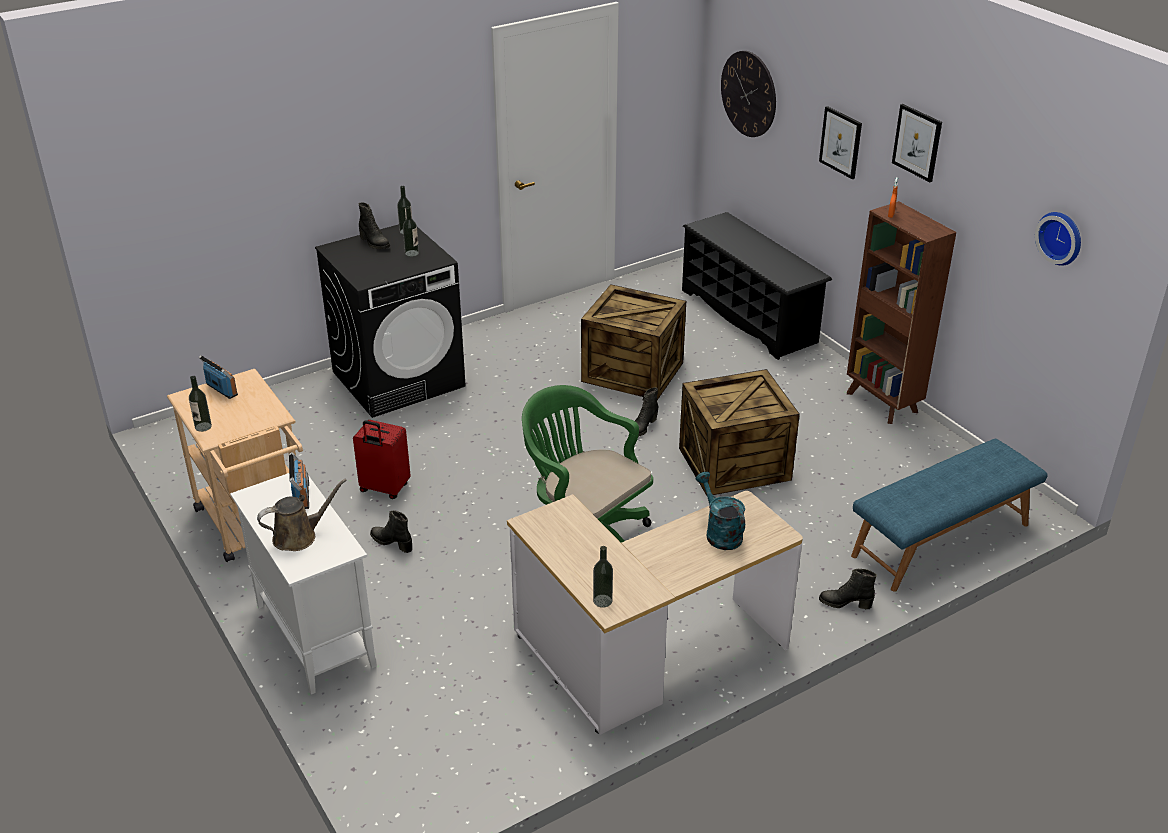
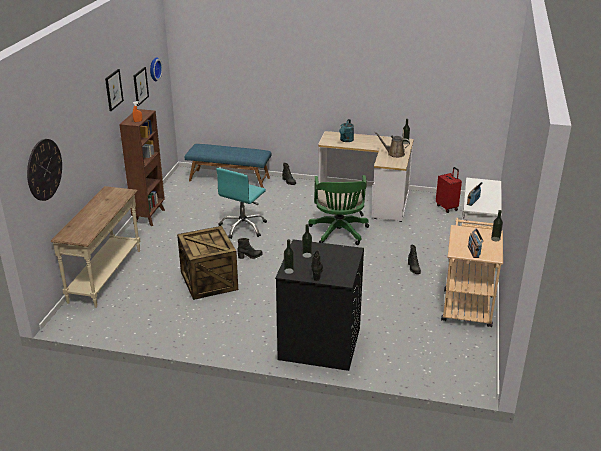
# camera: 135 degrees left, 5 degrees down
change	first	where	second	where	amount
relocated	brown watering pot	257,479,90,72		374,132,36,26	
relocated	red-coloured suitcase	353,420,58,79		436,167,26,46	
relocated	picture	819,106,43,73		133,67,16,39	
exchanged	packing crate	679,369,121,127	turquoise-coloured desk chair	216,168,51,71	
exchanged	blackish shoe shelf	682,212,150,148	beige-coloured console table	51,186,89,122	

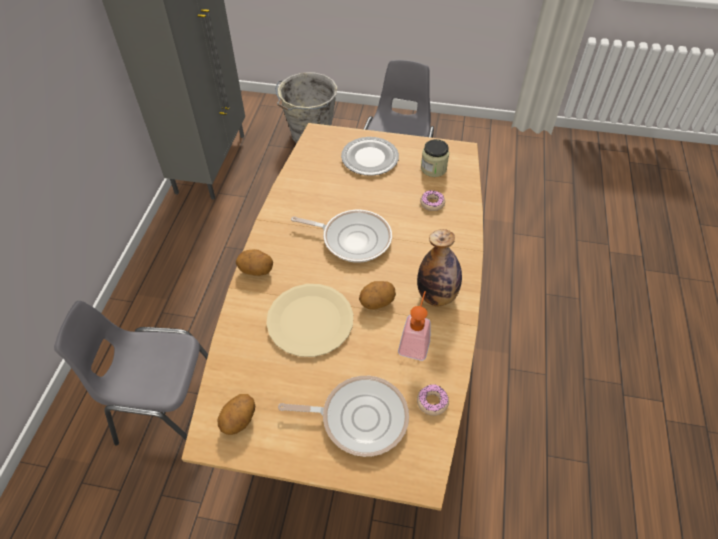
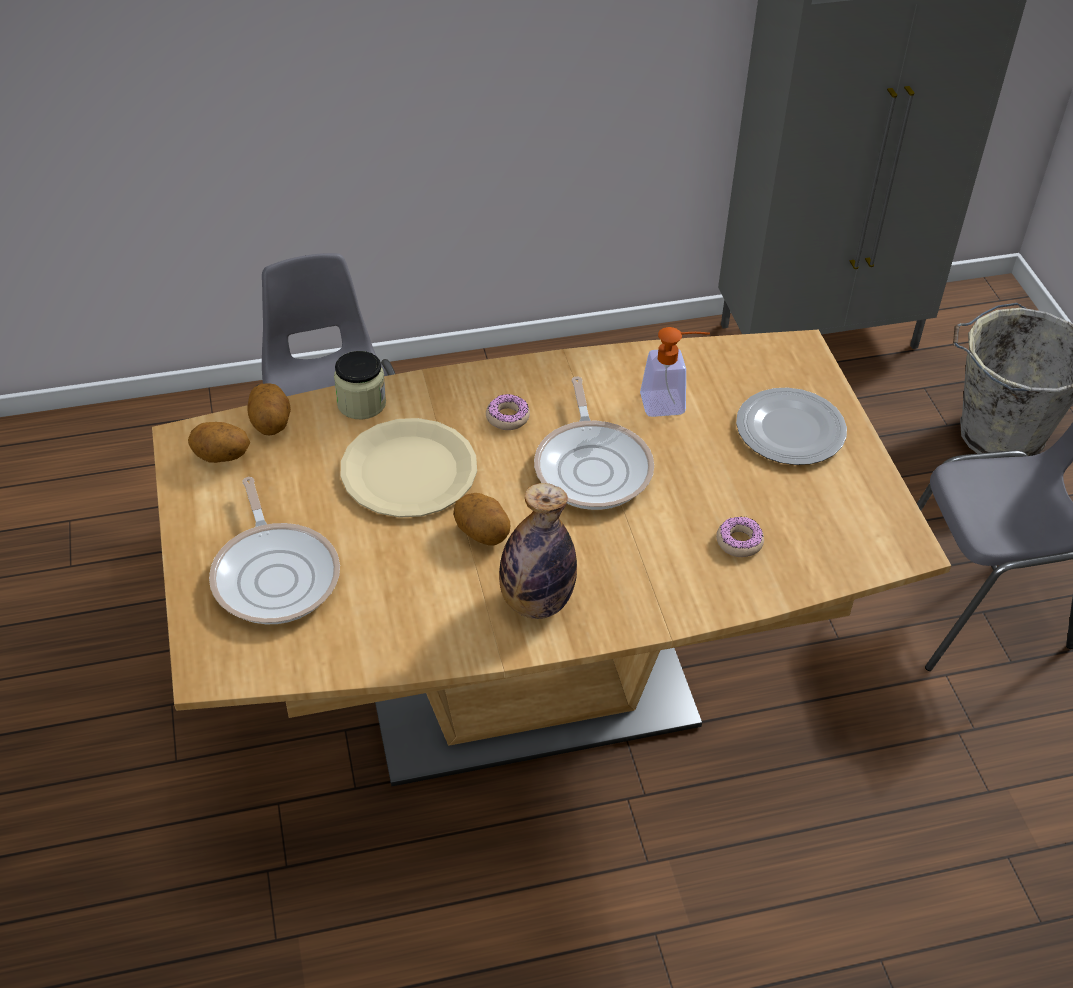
# camera: 65 degrees right, 5 degrees down
change	first	where	second	where	amount
relocated	potato	236,249,37,27		247,383,44,52	
relocated	soap dispenser	398,291,33,70		640,327,70,90	
relocated	ring doughnut	417,384,32,32		486,394,44,36	
relocated	preserve jar	421,139,28,38		334,351,52,69	

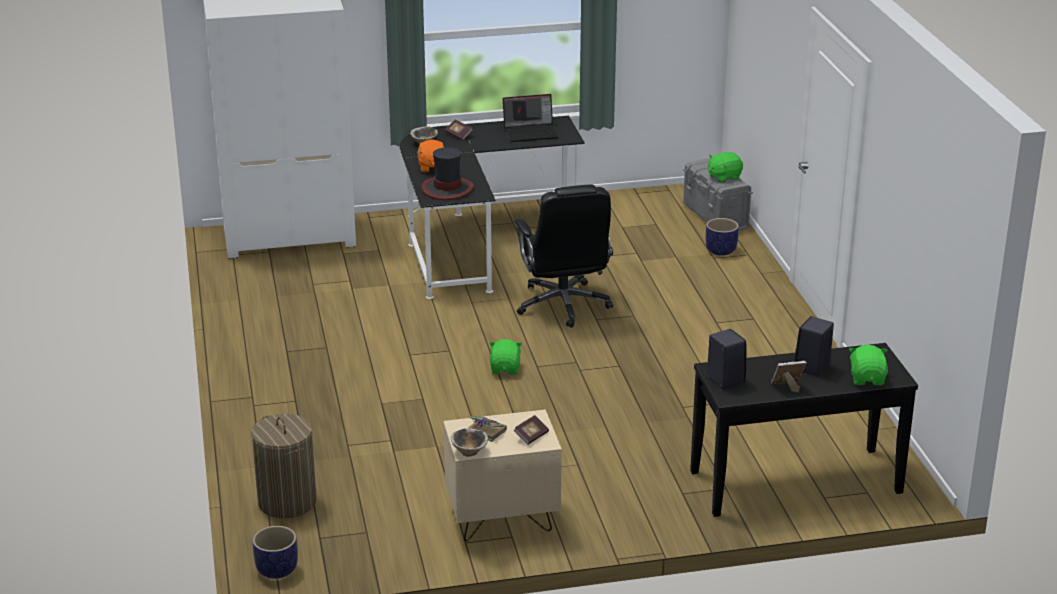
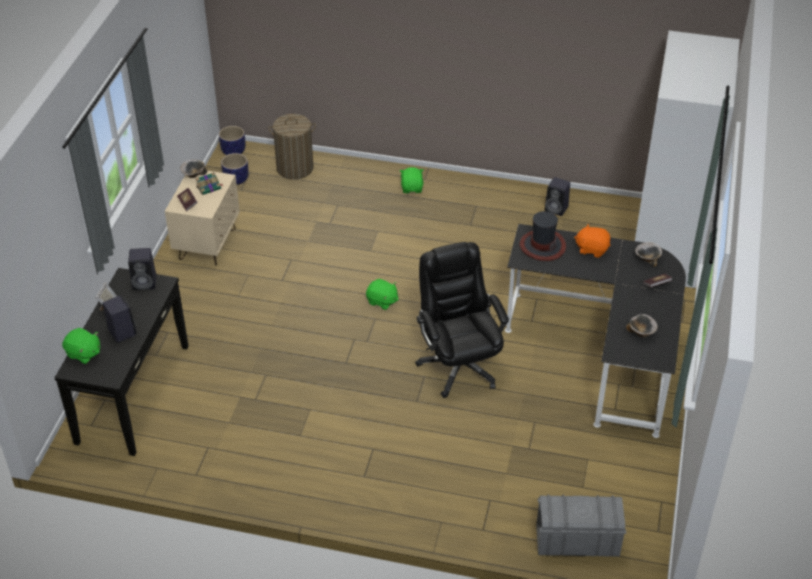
# camera: 115 degrees right, 15 degrees up
change	first	where	second	where	amount
appeared			blackish speaker	545,177,25,39	
relocated	plant pot	706,218,33,38		221,153,27,32	
relocated	green cuddly toy	708,152,35,31		400,167,24,26	
exchanged	portable computer	503,94,56,48	deep dish	626,314,32,23	
spun	blackish desk chair	514,184,99,144		415,242,94,156	60 degrees clockwise

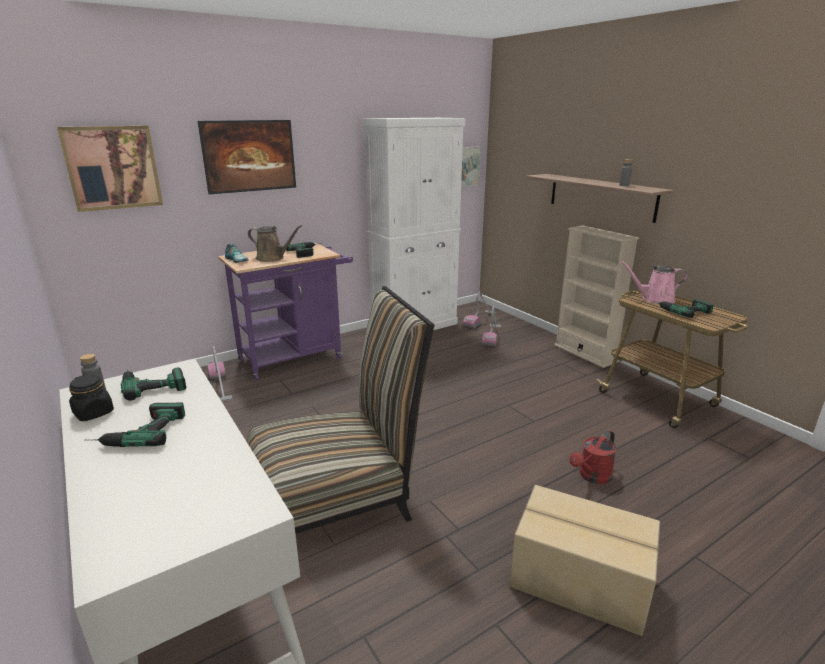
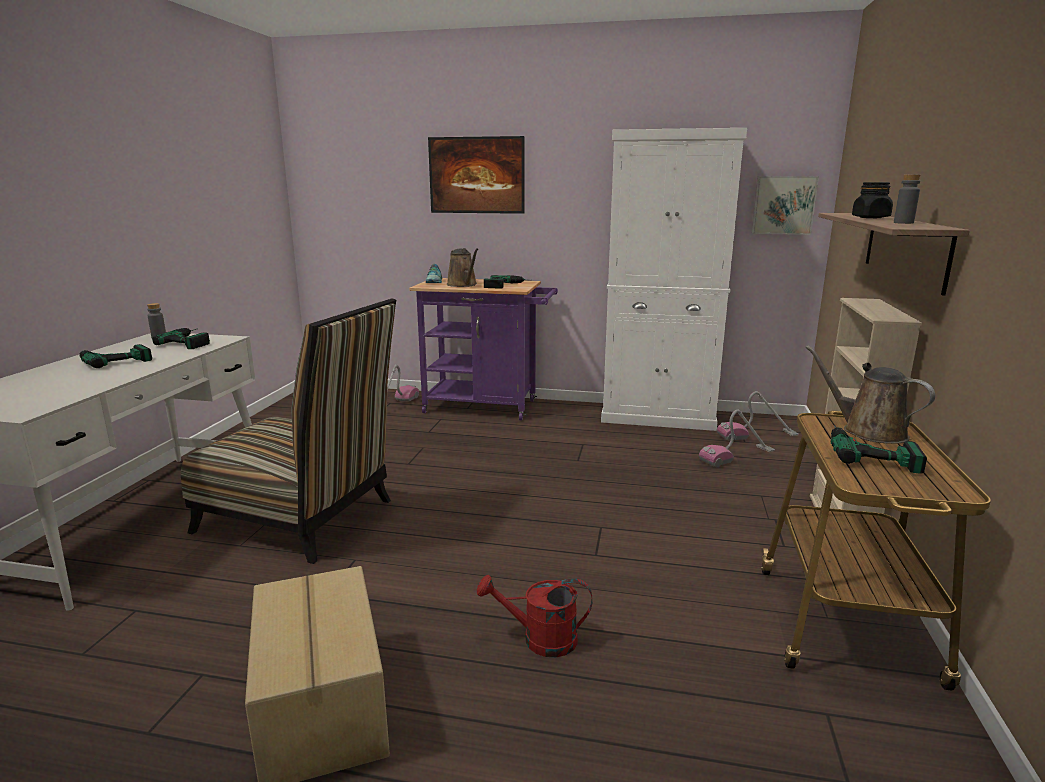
# camera: 45 degrees right, 5 degrees down
change	first	where	second	where	amount
missing	picture	57,126,106,86			
relocated	blackish preserve jar	69,375,45,46		852,182,41,36	
colour	pink-coloured watering pot	620,261,68,43	brown watering pot	805,345,130,99	

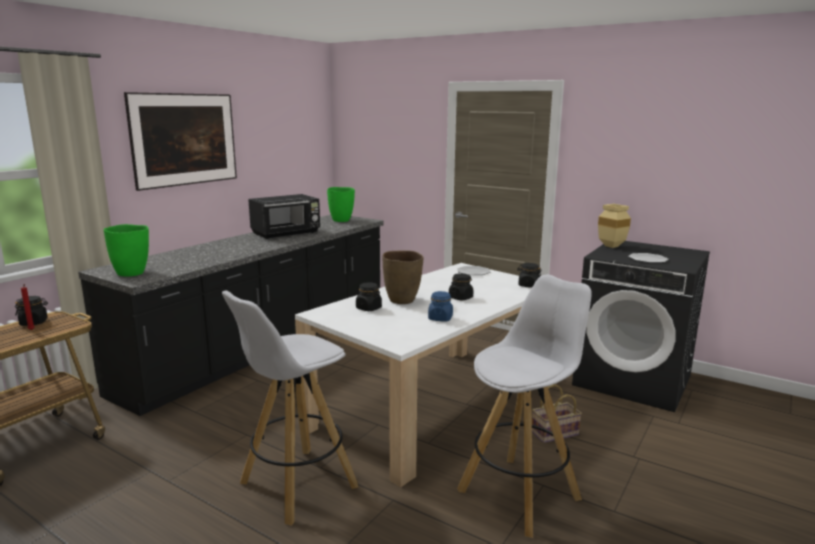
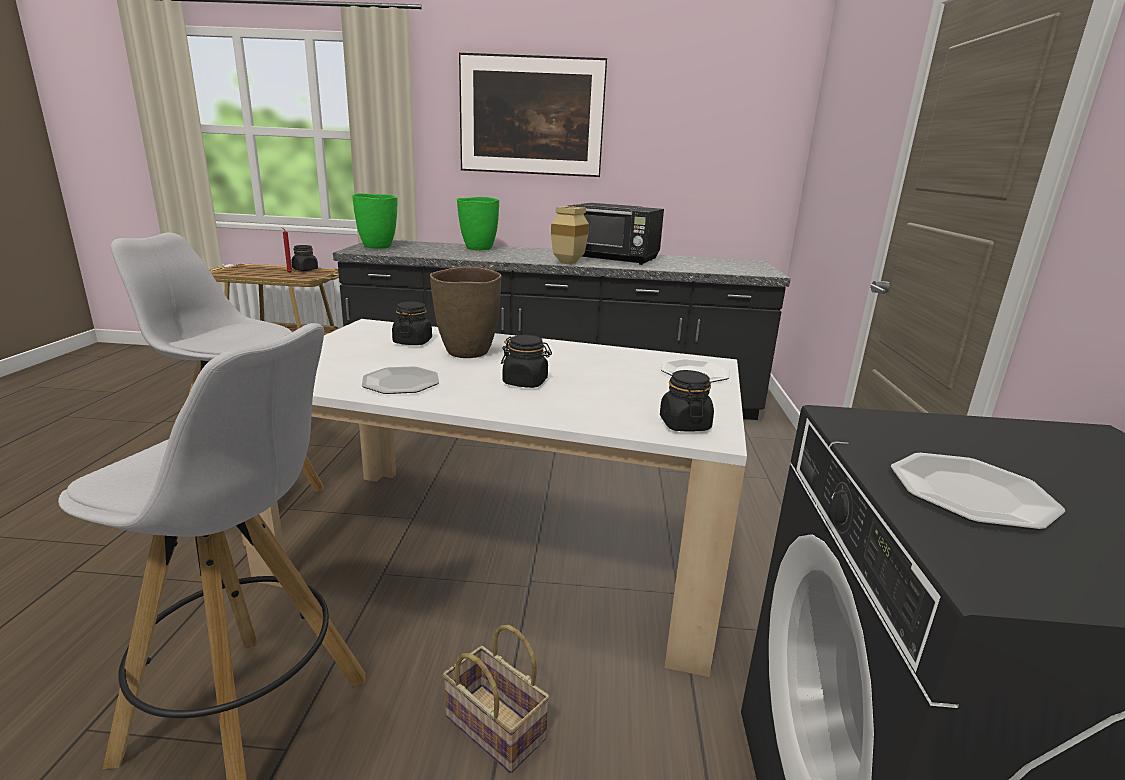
# camera: 60 degrees right, 5 degrees up
change	first	where	second	where	amount
relocated	green flower vase	327,187,28,35		457,197,42,53	
relocated	beige-coloured flower vase	598,204,33,44		551,206,38,58	
exchanged	blue preserve jar	428,291,25,30	plate	362,366,77,28	

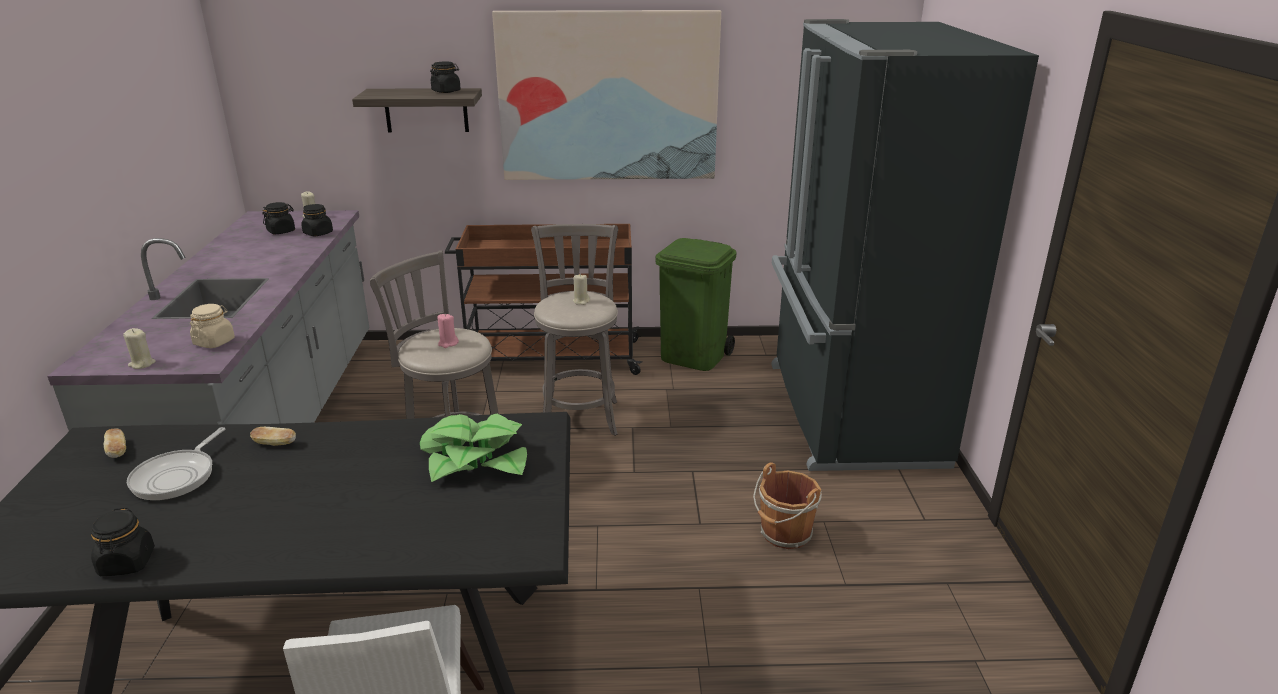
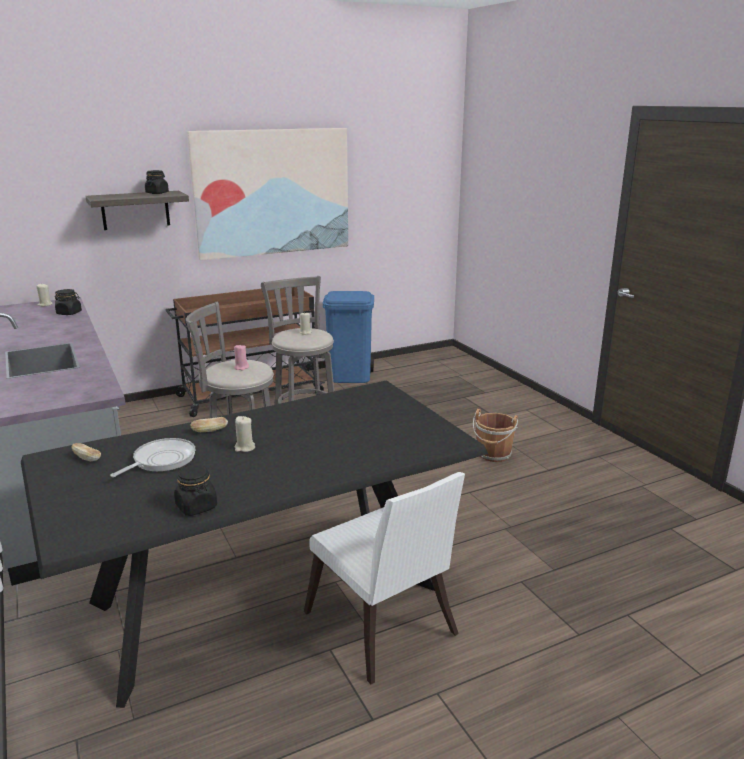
# camera: 25 degrees left, 5 degrees down
change	first	where	second	where	amount
missing	beige-coloured preserve jar	190,304,45,44			
missing	blackish preserve jar	262,202,33,32			
missing	plant in a pot	420,414,107,68			
missing	blackish refrigerator	771,19,268,452			
relocated	beige-coloured candle	123,328,33,41		234,416,21,36	
colour	green waste bin	655,238,82,133	blue waste bin	323,291,51,92	
spun	pan	127,427,98,73		110,438,86,39	135 degrees counterclockwise

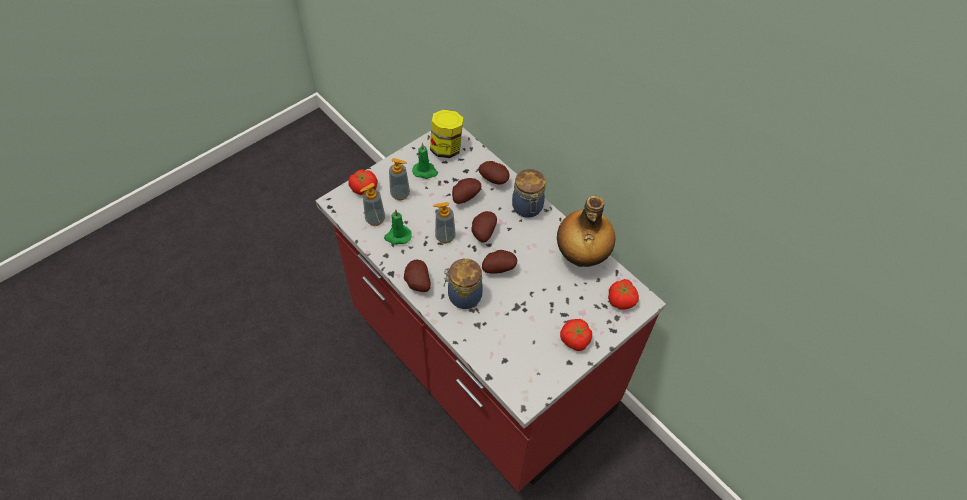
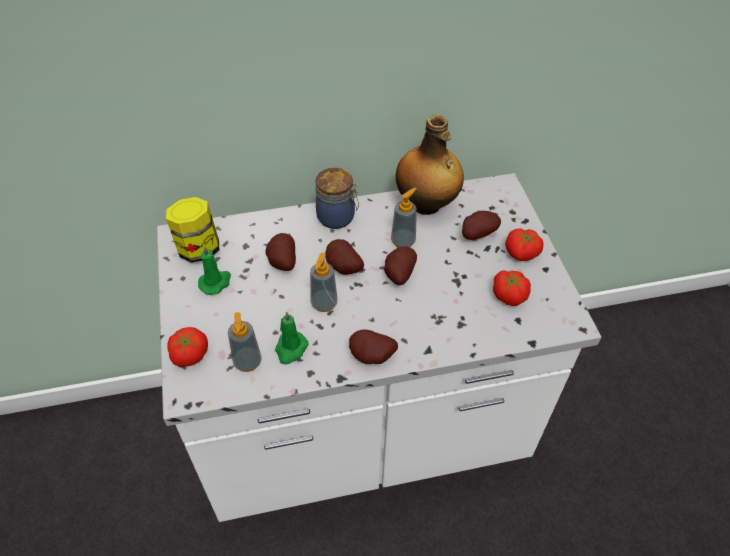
# camera: 60 degrees left, 5 degrees down
change	first	where	second	where	amount
missing	preserve jar	444,259,39,50			
relocated	soap dispenser	389,158,21,42		391,188,26,60	
relocated	potato	479,161,30,24		462,211,39,29	
relocated	whole tomato	608,279,31,31		493,270,38,36	
colour	red-coloured kitchen counter	316,127,350,365	whitish kitchen counter	157,173,444,349	

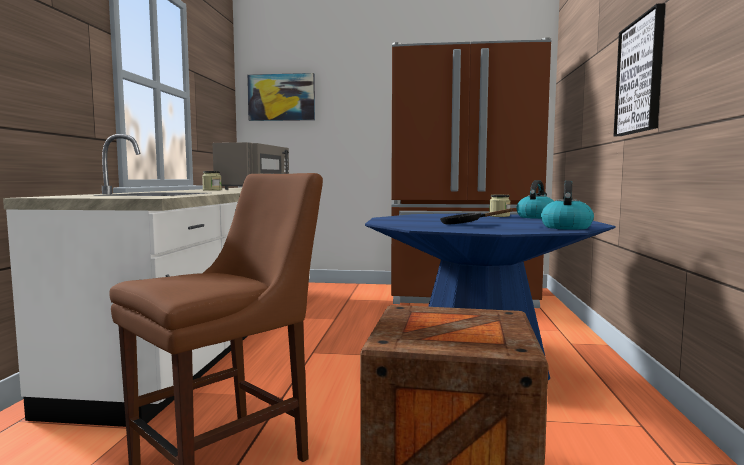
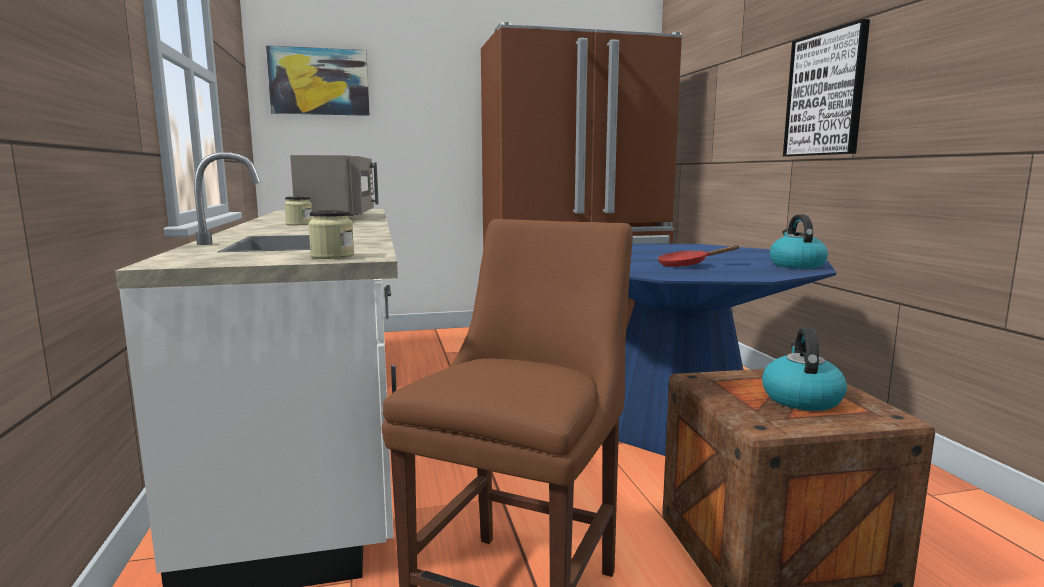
# camera: 20 degrees left, 5 degrees up
change	first	where	second	where	amount
relocated	preserve jar	489,195,21,22		308,210,46,49	
relocated	water kettle	516,180,38,39		762,327,85,84	
colour	blackish pan	440,208,73,16	red-coloured pan	657,245,82,22	

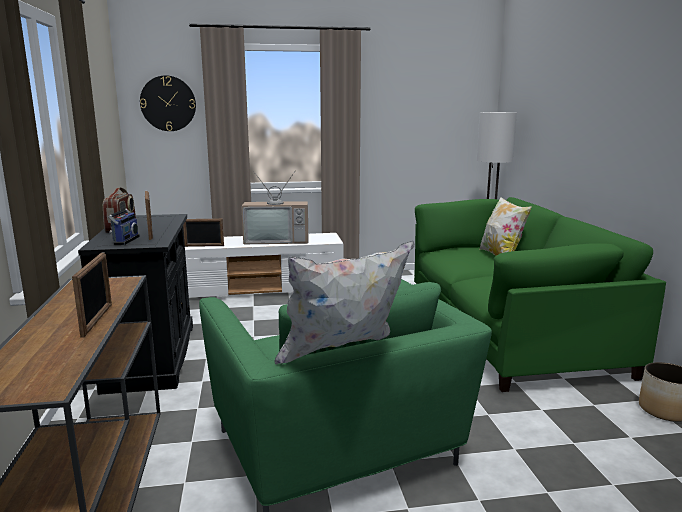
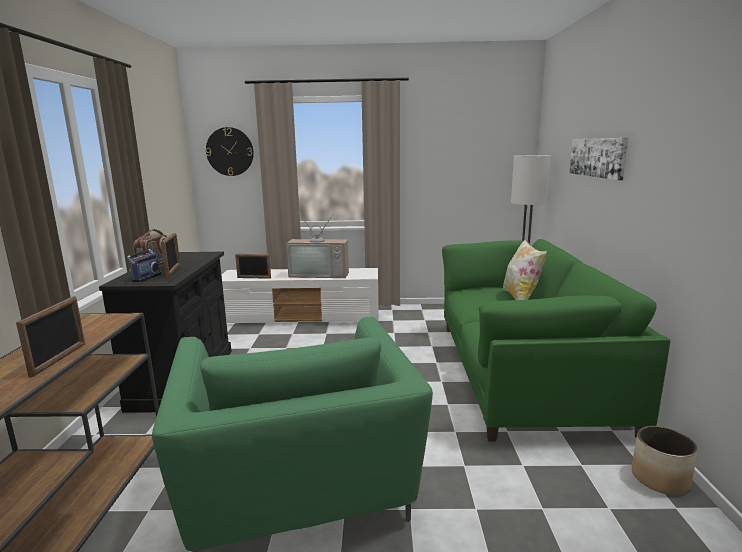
# camera: 10 degrees right, 0 degrees up
change	first	where	second	where	amount
missing	whitish pillow	275,241,139,123			
appeared			picture	569,138,59,42	

